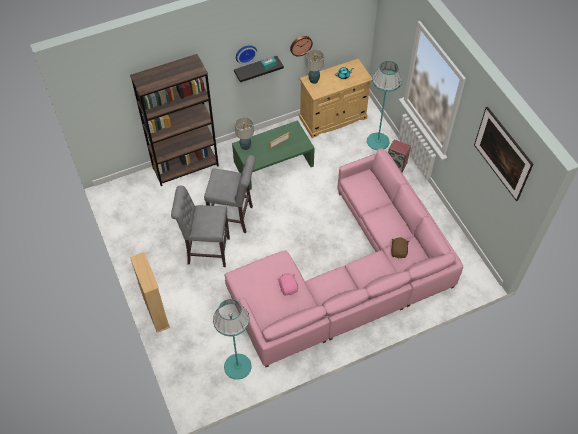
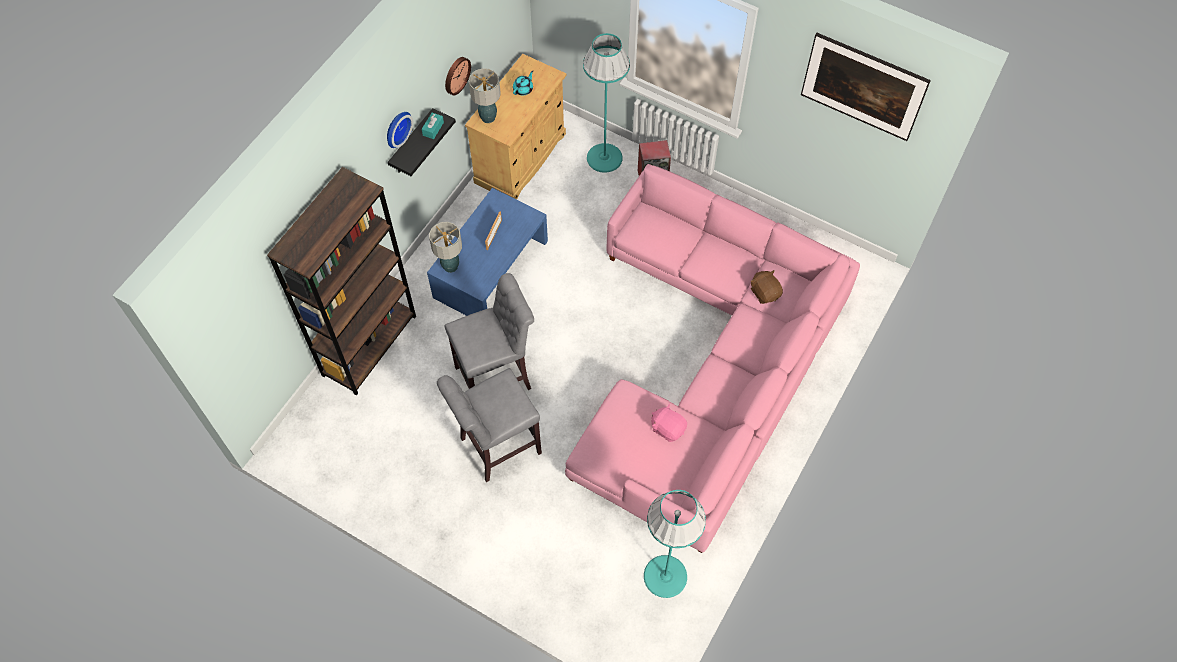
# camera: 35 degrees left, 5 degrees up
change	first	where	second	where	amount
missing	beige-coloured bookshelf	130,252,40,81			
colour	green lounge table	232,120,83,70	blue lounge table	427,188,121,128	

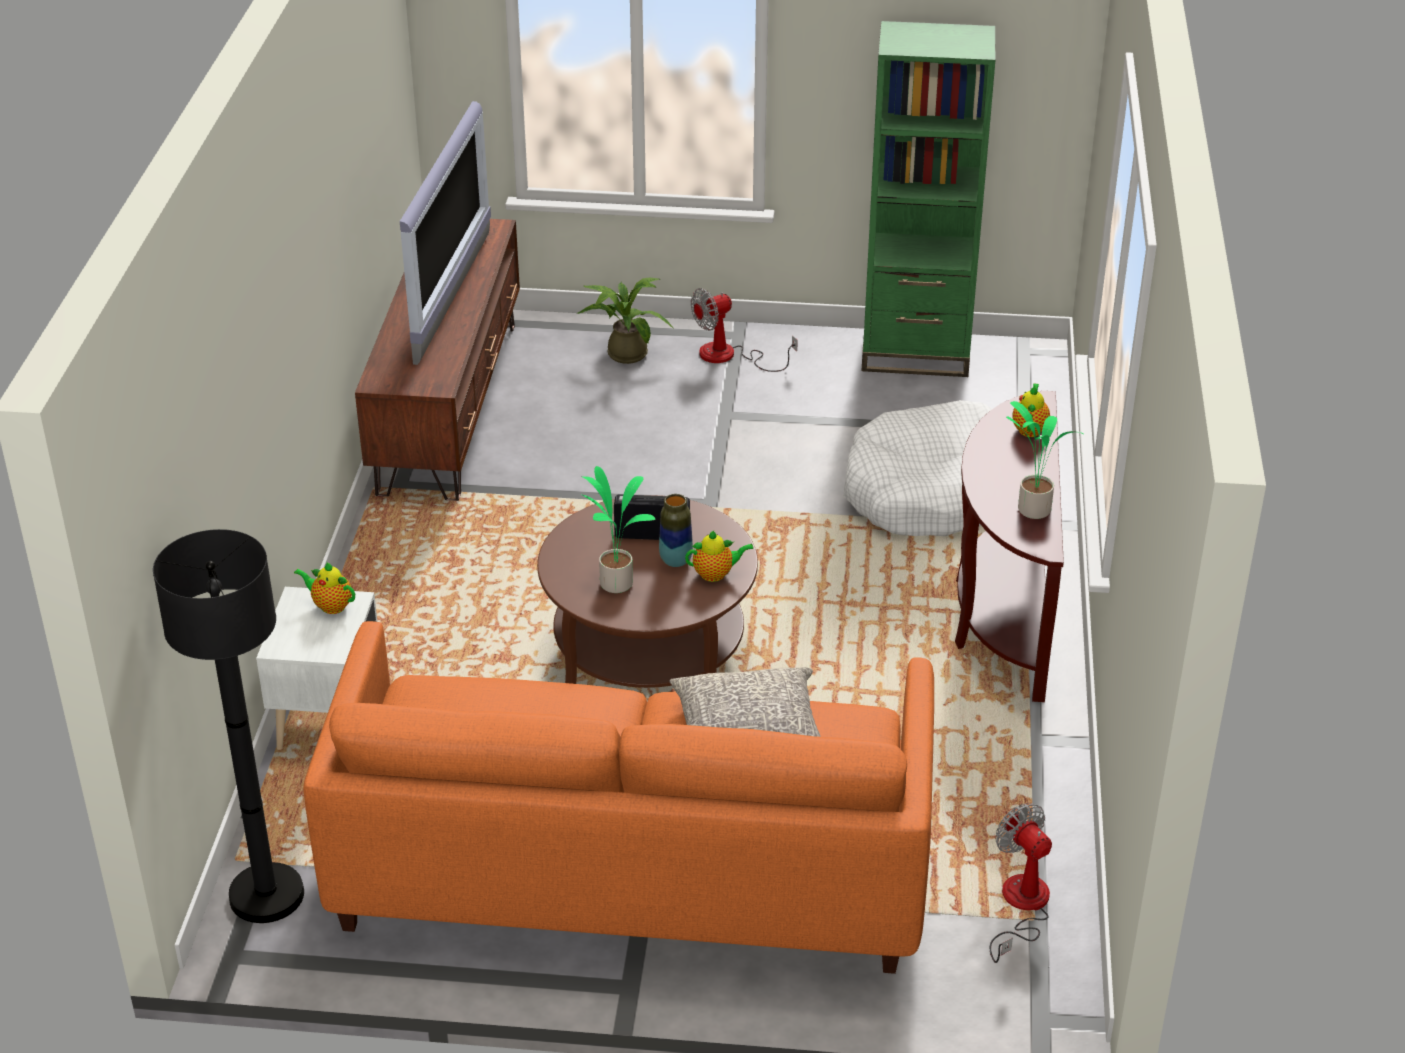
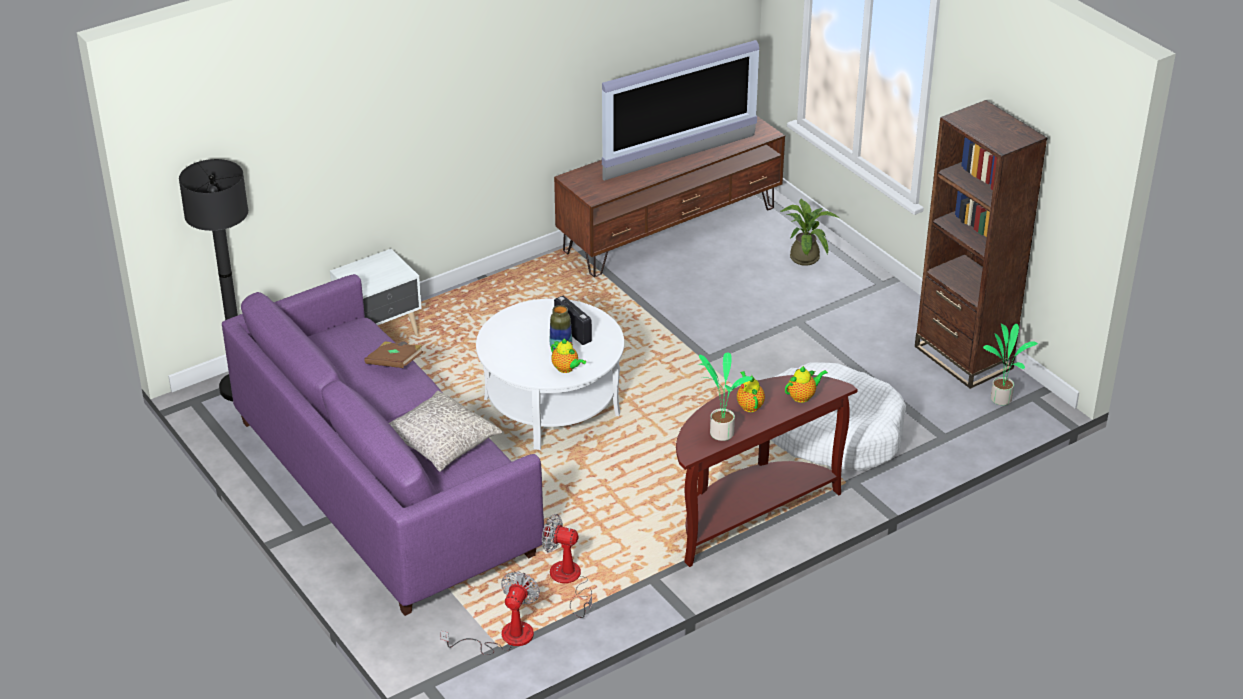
# camera: 50 degrees right, 0 degrees up
change	first	where	second	where	amount
appeared			brown bound book	364,341,59,27	
relocated	tea pot	294,561,61,53		737,371,28,41	
relocated	plant in a pot	581,466,74,127		983,323,55,82	
relocated	electric fan	691,288,107,84		542,514,50,104	
colour	orange-coloured couch	303,621,631,353	purple-coloured couch	222,274,322,342	
colour	brown lounge table	537,495,221,193	whitish lounge table	476,299,148,151	
colour	green bookshelf	862,21,134,356	brown bookshelf	915,100,132,289	

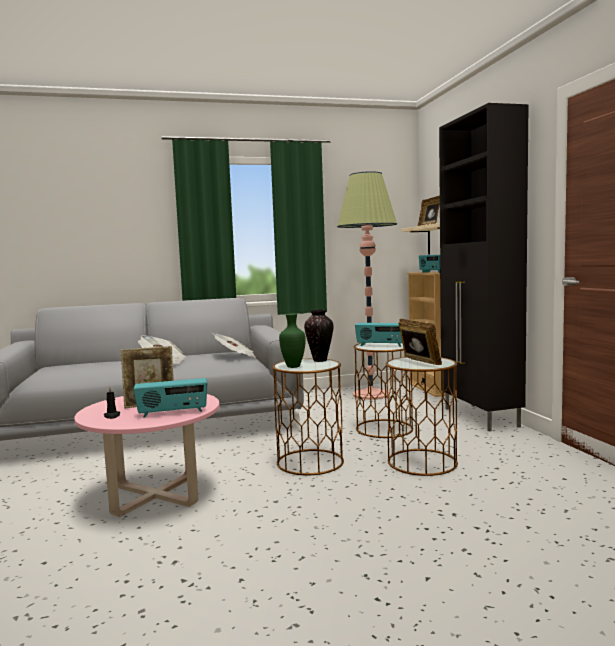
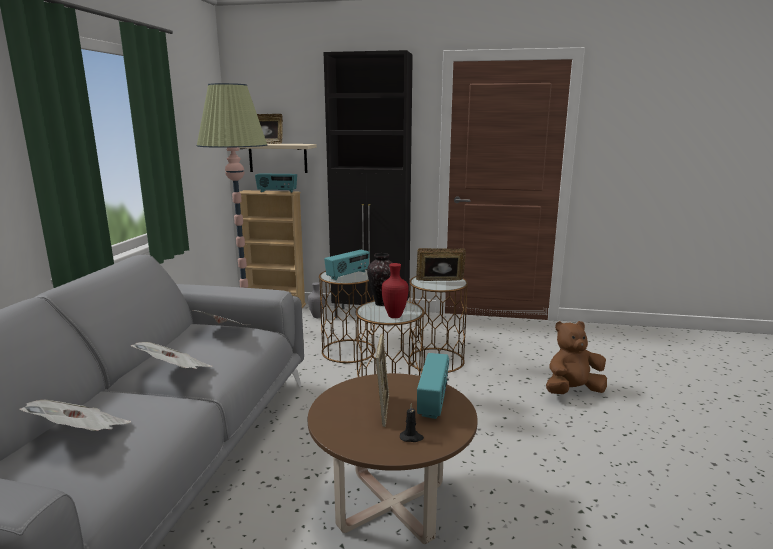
# camera: 65 degrees left, 10 degrees up
change	first	where	second	where	amount
appeared			newspaper	20,399,111,32	
appeared			greyish flower vase	308,283,17,35	
appeared			brown cuddly toy	546,321,61,73	
colour	pink-coloured lounge table	74,394,145,123	brown lounge table	308,373,170,171	
colour	green flower vase	279,313,27,55	red-coloured flower vase	382,263,27,55	

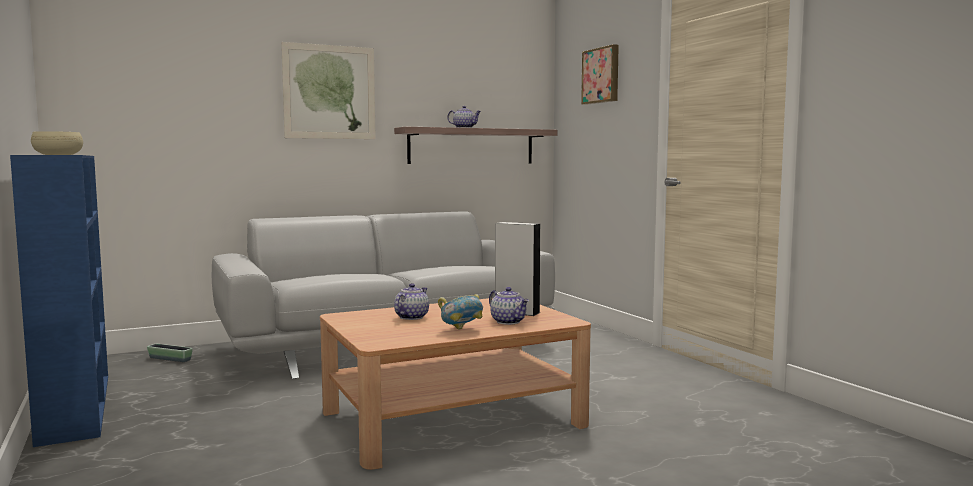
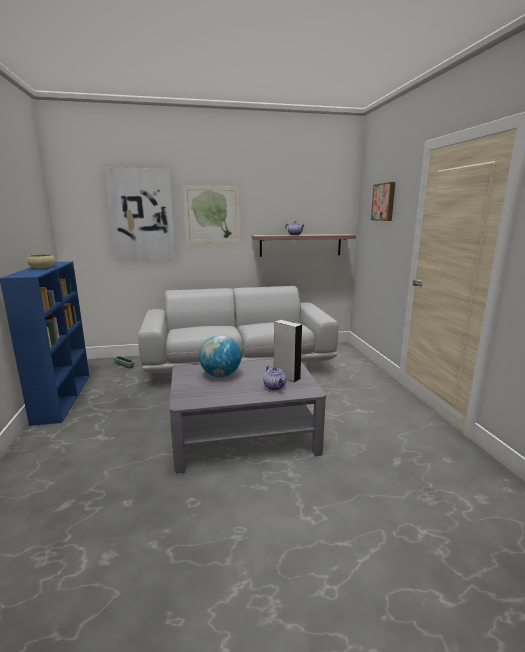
# camera: 15 degrees right, 10 degrees up
change	first	where	second	where	amount
missing	deep dish	438,294,45,36			
appeared			picture	105,167,71,94	
exchanged	tea pot	394,283,35,37	world globe	199,335,42,42	
colour	brown lounge table	320,298,271,172	greyish lounge table	169,359,157,114	

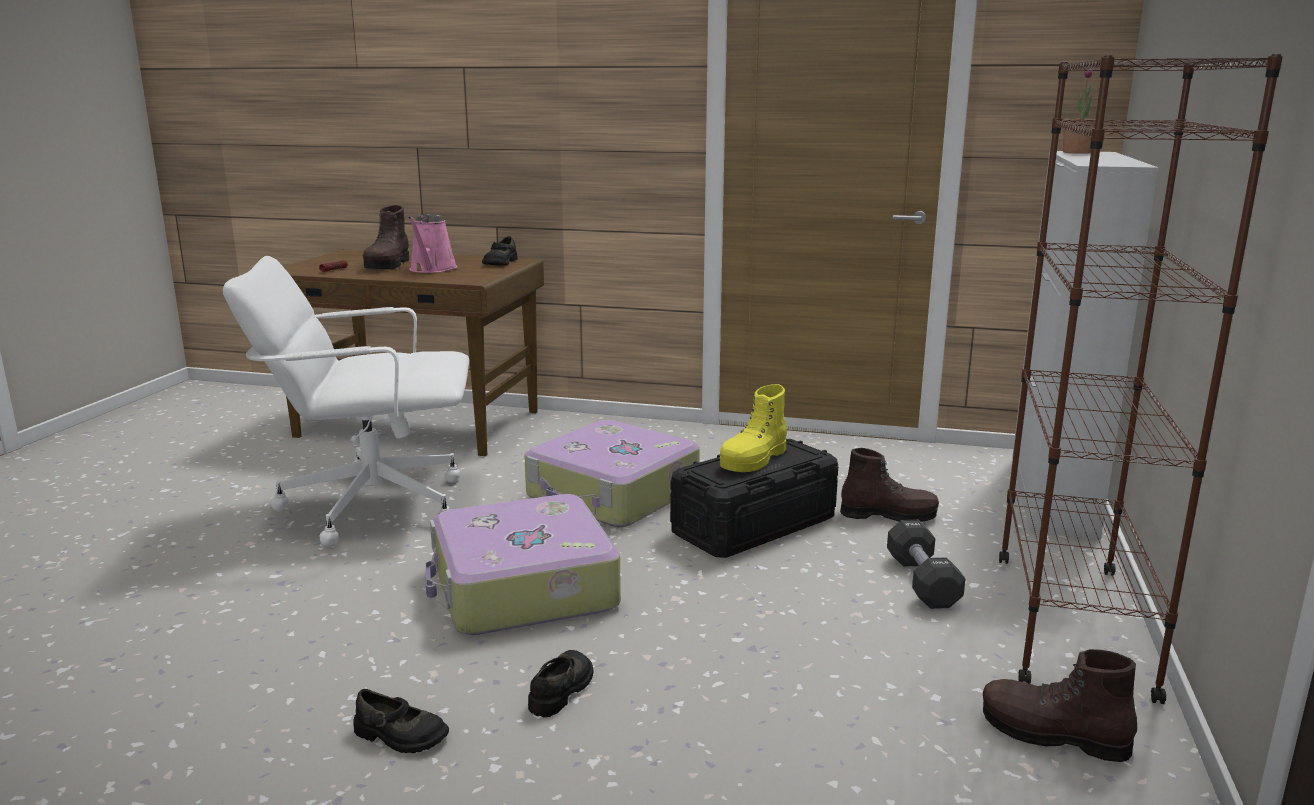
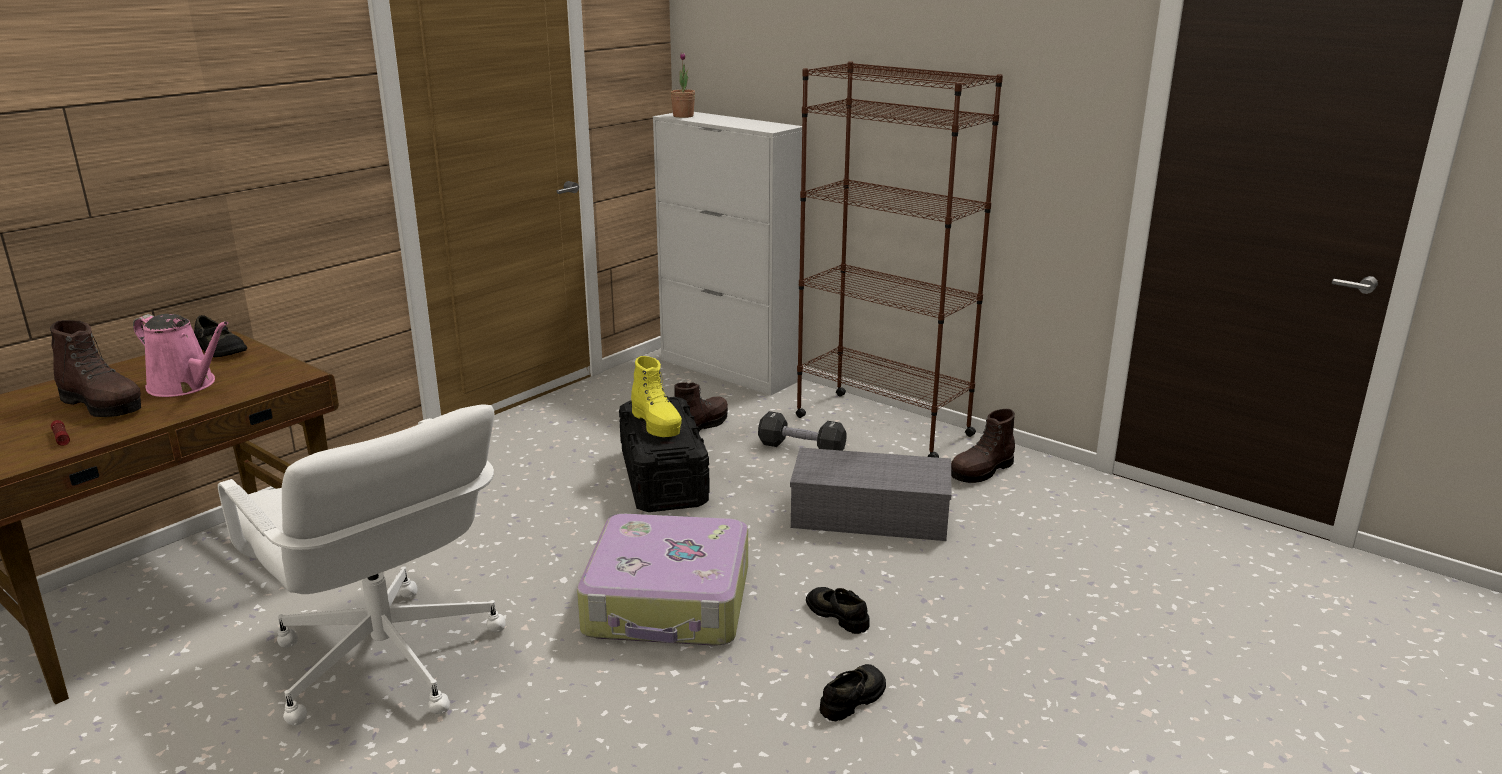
# camera: 65 degrees left, 5 degrees up
change	first	where	second	where	amount
missing	suitcase	524,420,176,107			
appeared			greyish storage box	790,447,162,94	
spun	whitish desk chair	223,256,246,290		218,404,288,322	60 degrees counterclockwise

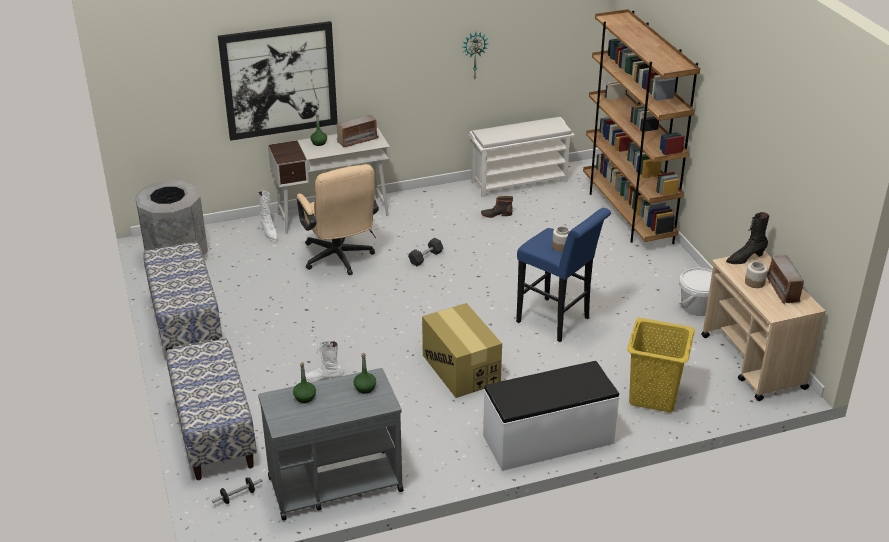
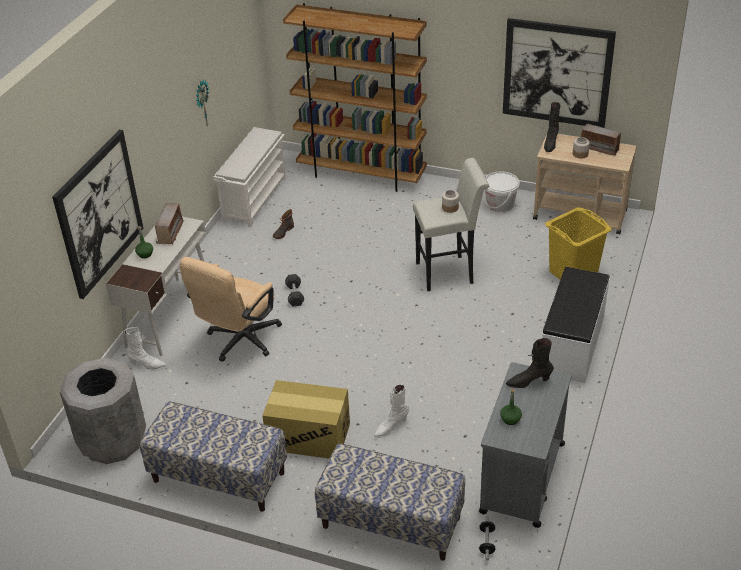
# camera: 50 degrees left, 5 degrees up
change	first	where	second	where	amount
appeared			picture	503,18,113,110	
relocated	packing box	422,303,80,95		262,380,88,78	
exchanged	green bottle	353,353,23,41	blackish high-top boot	506,338,48,50	
colour	blue stool seat	516,208,95,134	whitish stool seat	413,158,76,133	
spun	beige-coloured desk chair	297,164,82,111		180,257,102,105	105 degrees clockwise

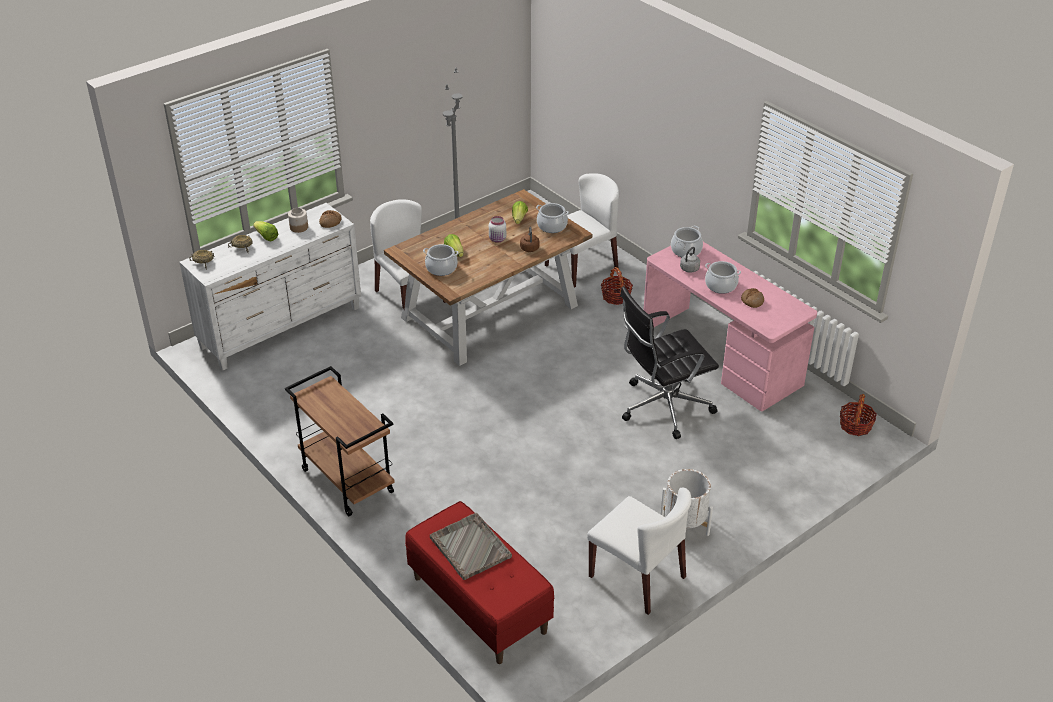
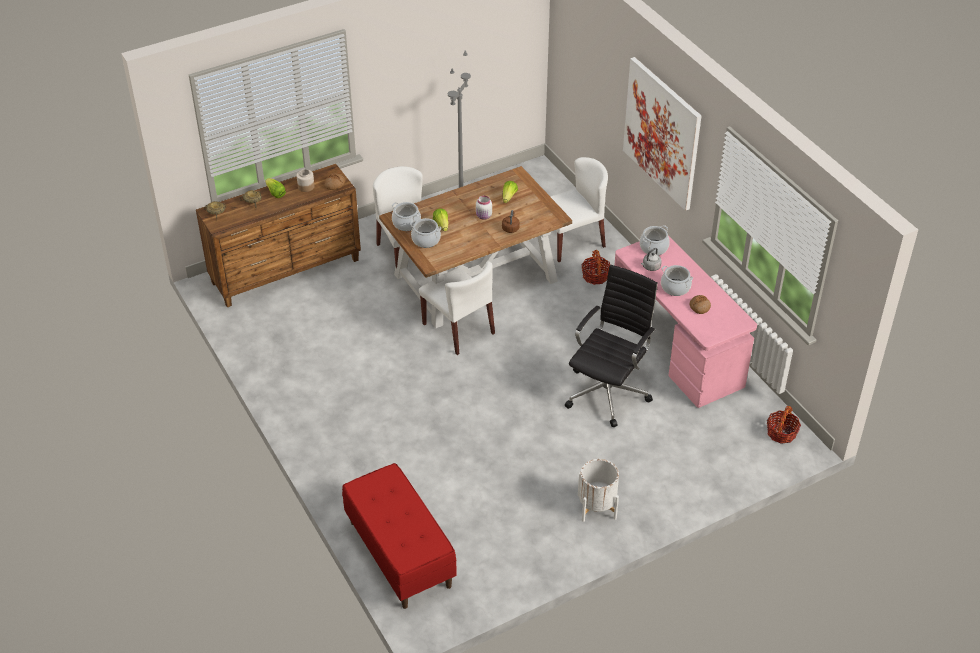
# camera: 10 degrees right, 5 degrees up
change	first	where	second	where	amount
missing	brown trolley	285,366,110,150			
missing	greyish tray	429,513,83,67			
appeared			picture	623,57,78,154	
relocated	cooking pot	536,203,33,30		392,202,29,29	
relocated	whitish plain chair	587,487,104,128		419,261,76,94	
colour	whitish drawer chest	179,203,182,168	brown drawer chest	196,164,165,143	
spun	blackish desk chair	620,286,99,153		565,265,93,162	135 degrees clockwise

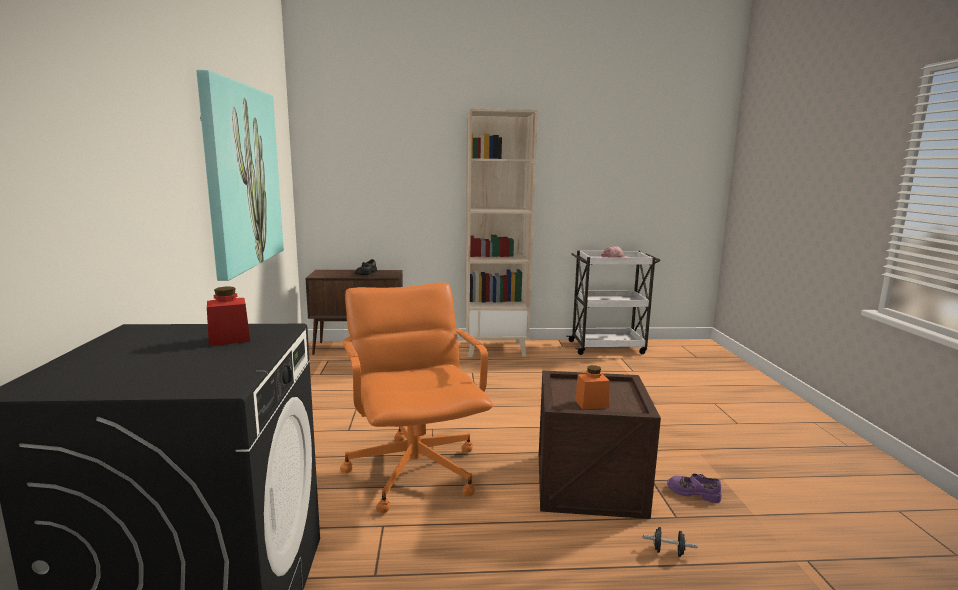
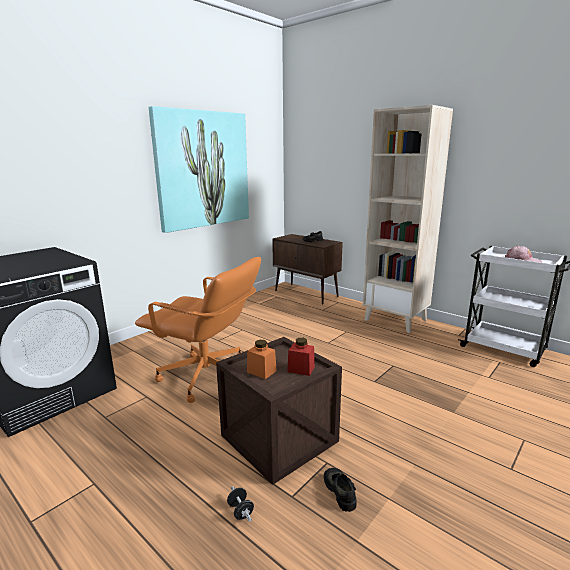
# camera: 45 degrees right, 5 degrees up
change	first	where	second	where	amount
relocated	red-coloured preserve jar	207,287,43,59		287,338,28,38	
colour	purple-coloured item of footwear	667,474,55,29	blackish item of footwear	324,468,33,44	
spun	orange-coloured desk chair	340,283,153,230		135,257,126,146	90 degrees clockwise

